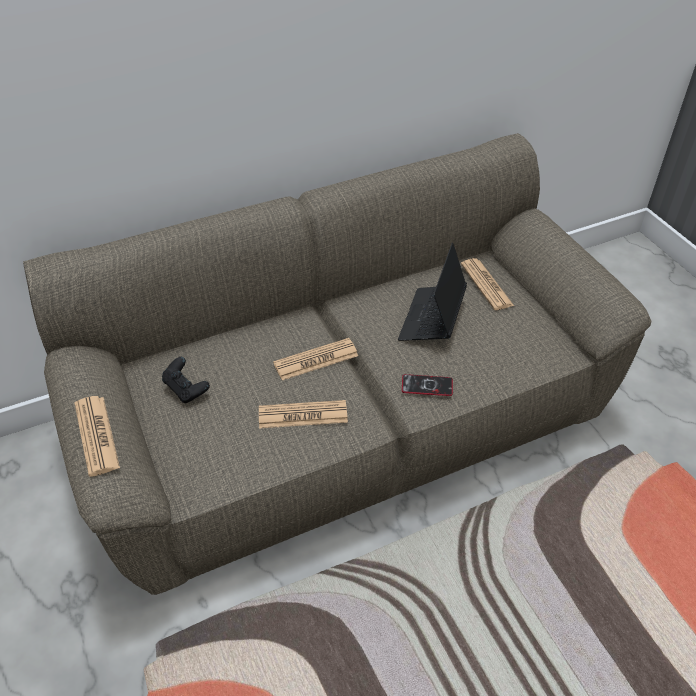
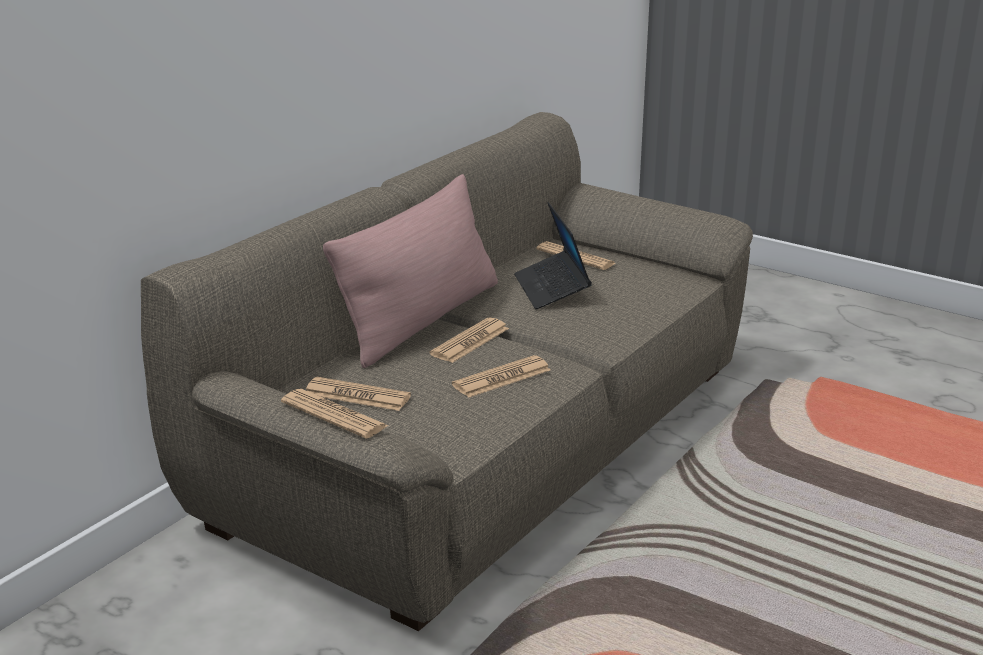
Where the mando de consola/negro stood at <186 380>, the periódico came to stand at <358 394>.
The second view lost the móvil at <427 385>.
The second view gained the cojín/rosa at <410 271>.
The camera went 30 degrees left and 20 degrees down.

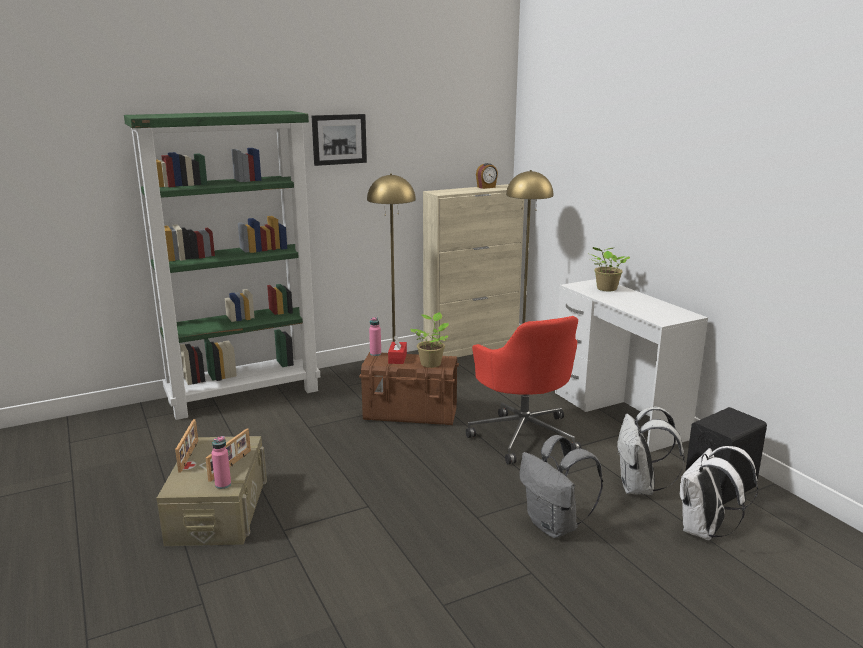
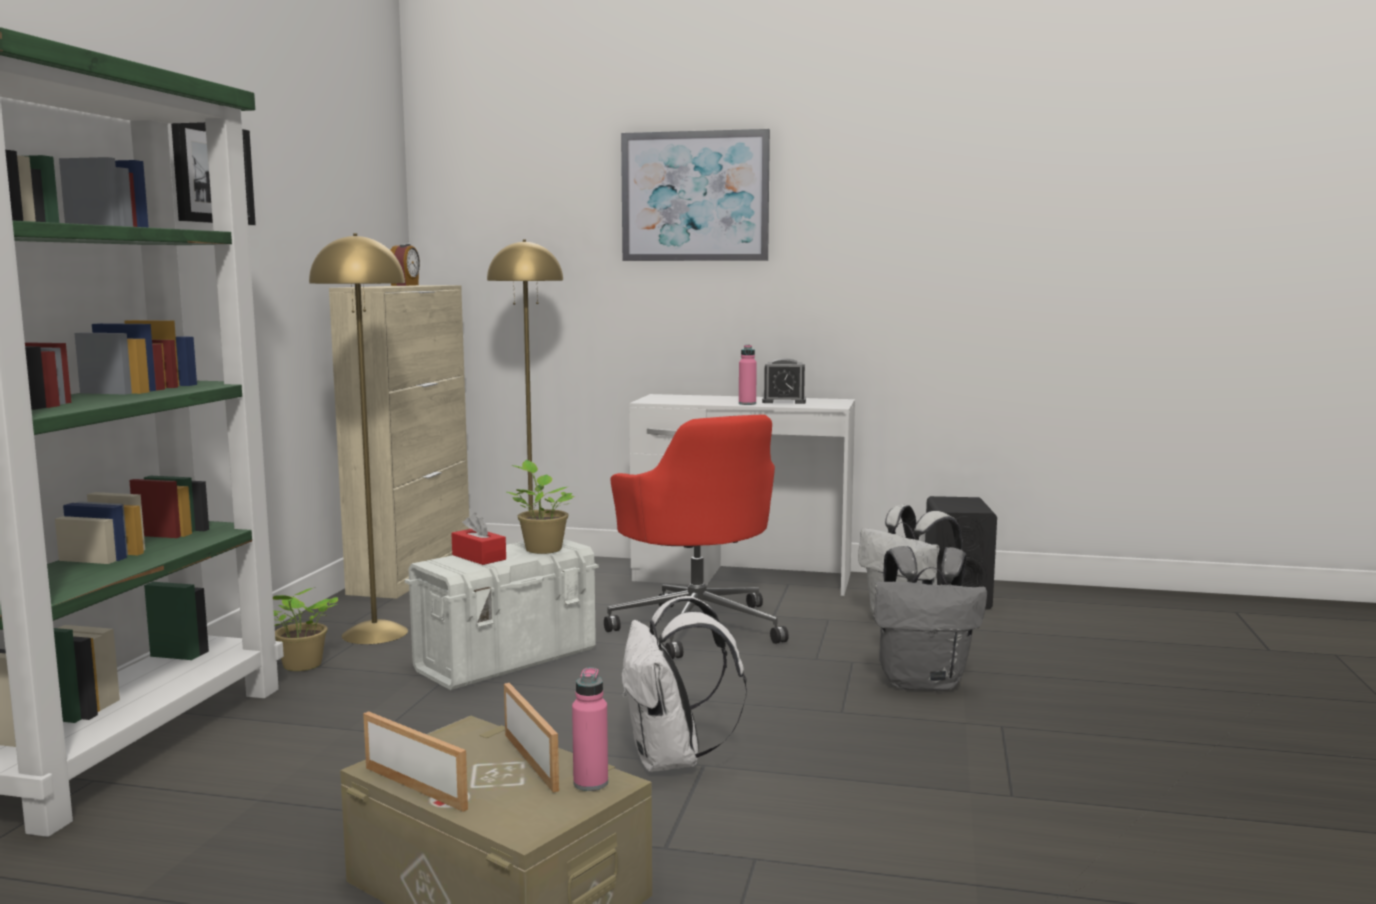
The planta en maceta ended up elsewhere, having gone from <608 269> to <305 629>.
The silla de oficina/rojo at <524 390> ended up facing another way, 45 degrees clockwise from before.
The botella/rosa ended up elsewhere, having gone from <375 336> to <748 375>.
What was the caja de almacenaje/marrón at <409 388> turned into the caja de almacenaje/blanco at <502 614>.
The mochila/blanco ended up elsewhere, having gone from <719 493> to <684 684>.
The second view gained the cuadro at <695 195>.
The second view gained the despertador at <784 381>.
The camera went 50 degrees left and 10 degrees down.

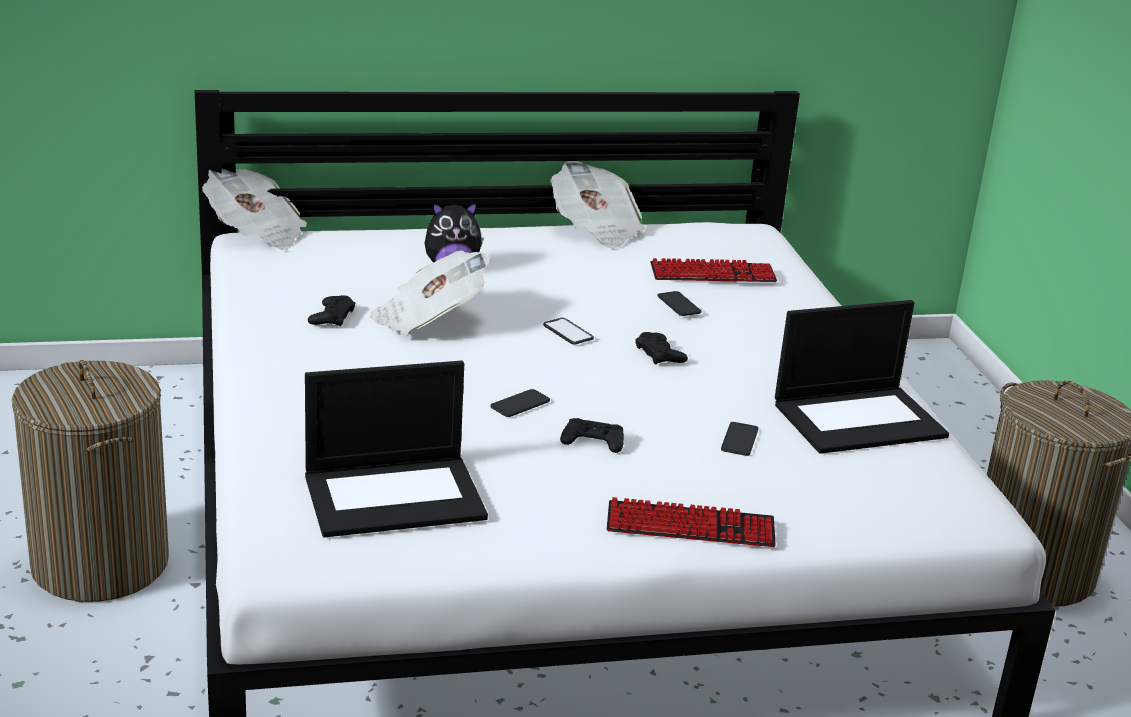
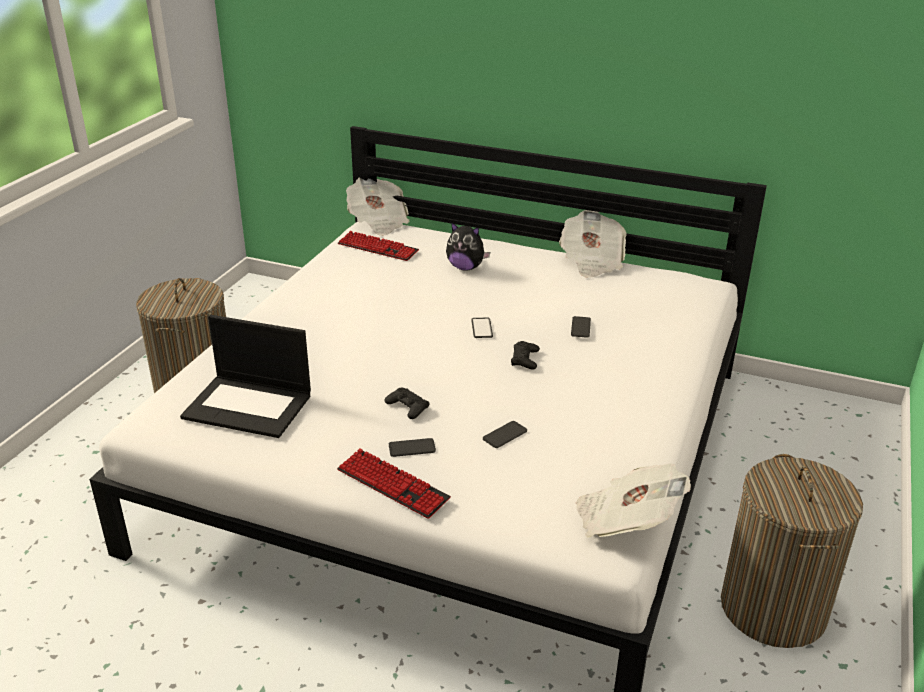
The periódico ended up elsewhere, having gone from <430 292> to <633 500>.
The teclado ended up elsewhere, having gone from <713 270> to <378 246>.
The second view lost the mando de consola/negro at <331 311>.
The second view lost the portátil at <862 377>.
The móvil ended up elsewhere, having gone from <520 403> to <412 447>.
The camera went 35 degrees right and 5 degrees up.

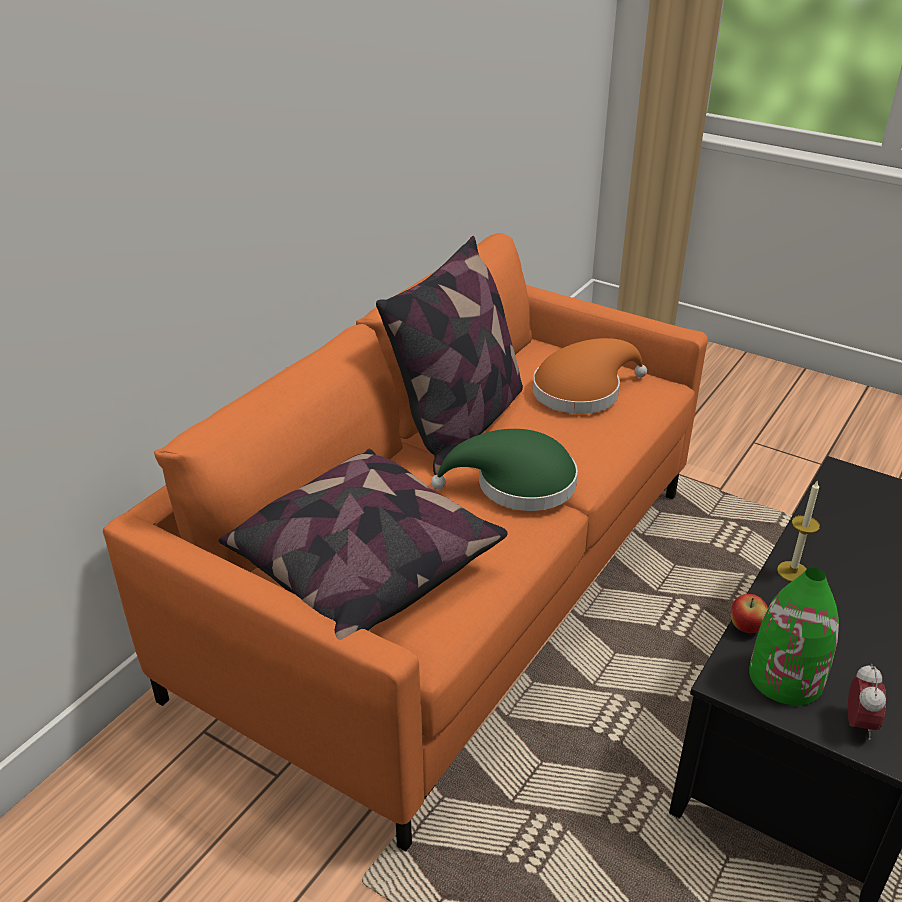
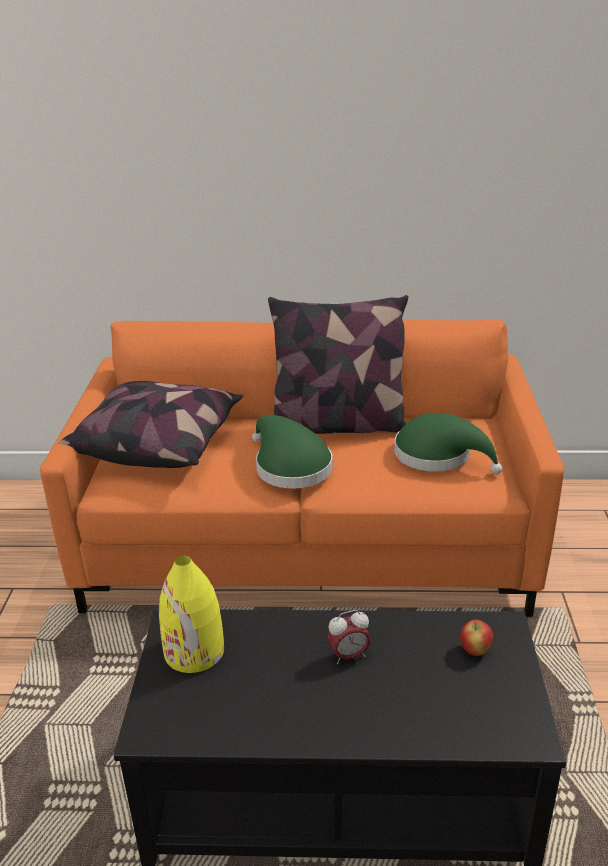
What was the sombrero/naranja at <589 376> turned into the sombrero/verde at <448 443>.
The second view lost the vela at <798 531>.
What was the florero/verde at <794 636> turned into the florero/amarillo at <191 614>.
The manzana ended up elsewhere, having gone from <749 613> to <476 638>.
The despertador ended up elsewhere, having gone from <867 702> to <349 637>.
The camera went 60 degrees right and 5 degrees down.

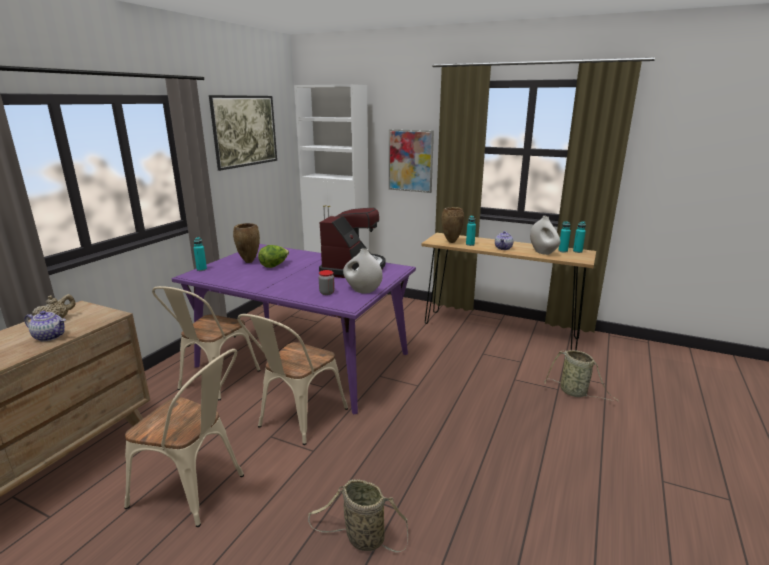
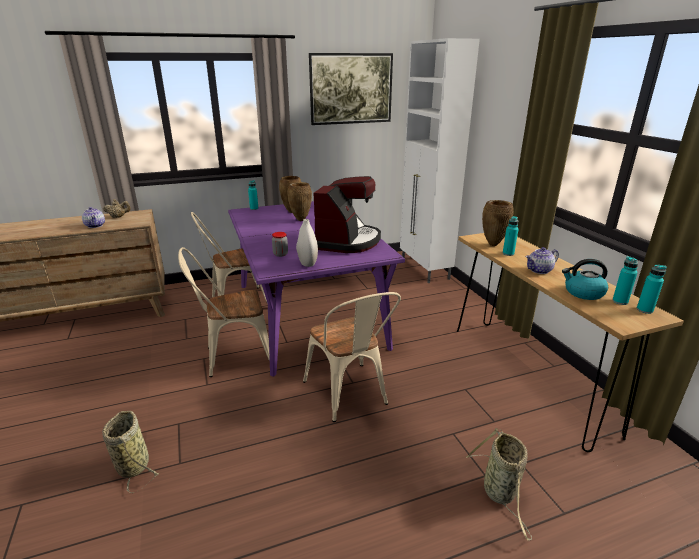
The second view lost the cuadro at <411 161>.
The cafetera at <352 243> ended up facing another way, 45 degrees counterclockwise from before.
Where the florero/blanco stood at <545 235>, the hervidor came to stand at <585 279>.
Where the lechuga stood at <273 256>, the florero/marrón came to stand at <299 201>.
The silla/beis ended up elsewhere, having gone from <184 438> to <352 357>.
The camera went 45 degrees right and 5 degrees up.

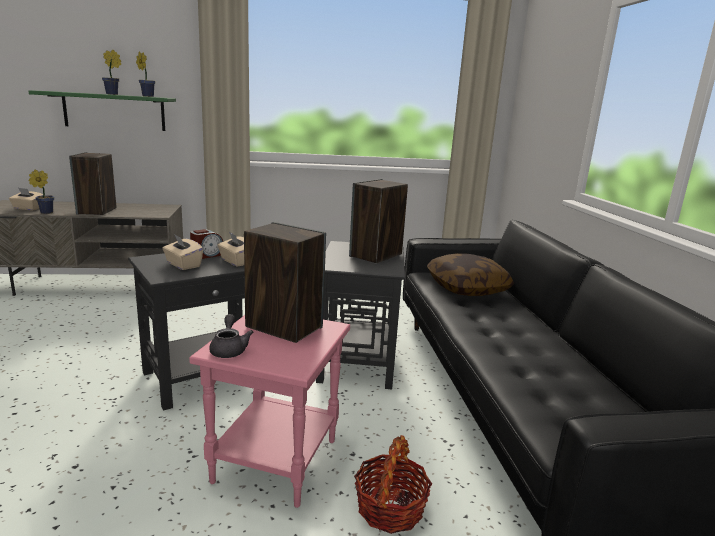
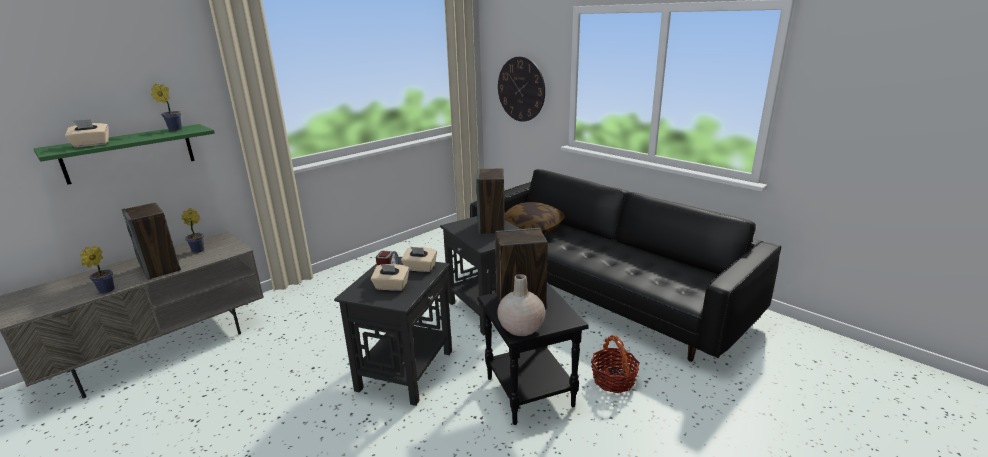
The planta en maceta ended up elsewhere, having gone from <112 72> to <193 230>.
The caja de pañuelos/beis ended up elsewhere, having gone from <26 199> to <87 133>.
Where the tetera/gris stood at <231 336>, the florero/beis came to stand at <521 305>.
What was the mesa auxiliar/rosa at <269 411> turned into the mesa auxiliar/negro at <533 354>.
The second view gained the reloj de pared at <521 89>.
The camera went 35 degrees left and 5 degrees up.

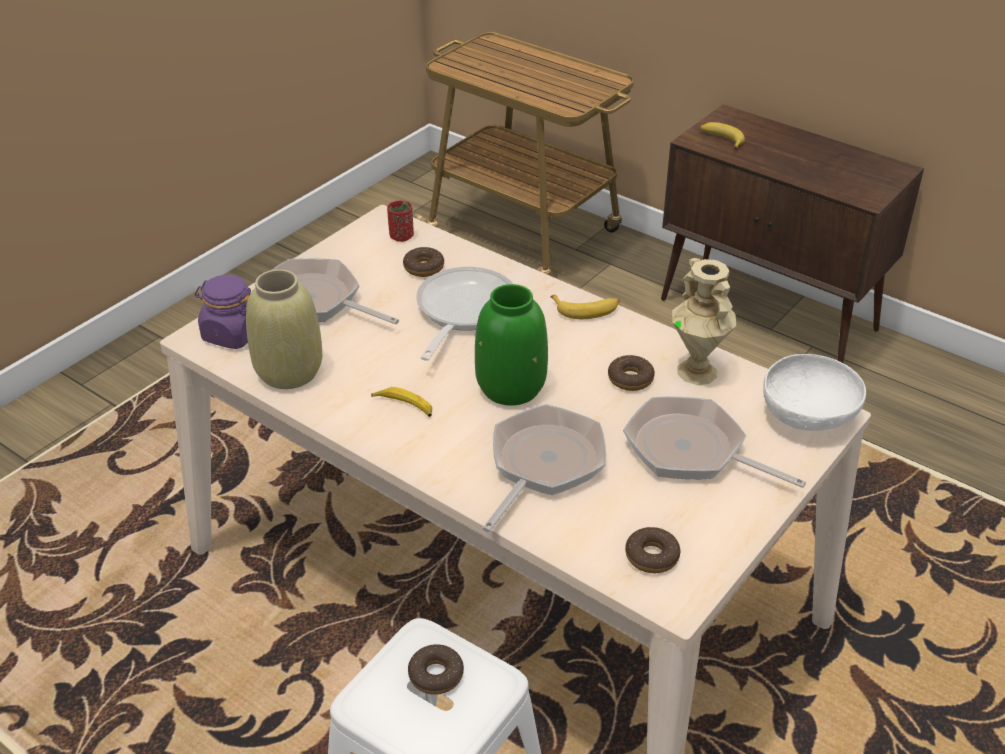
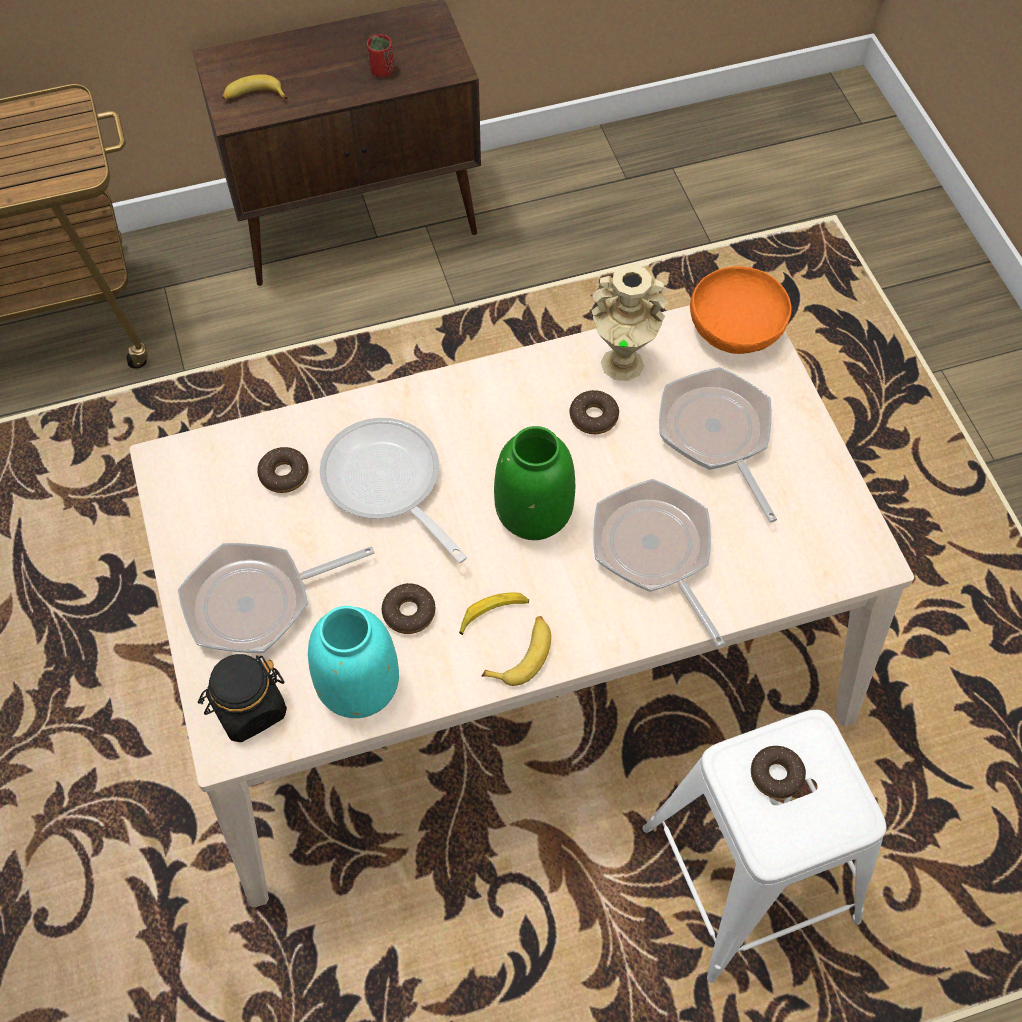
The taza/rojo ended up elsewhere, having gone from <400 221> to <380 55>.
What was the florero/beis at <284 329> turned into the florero/turquesa at <353 662>.
What was the tarro/morado at <223 312> turned into the tarro/negro at <242 698>.
The plátano ended up elsewhere, having gone from <585 307> to <516 651>.
What was the cuenco/blanco at <814 392> turned into the cuenco/naranja at <741 310>.
The sartén at <714 442> ended up facing another way, 90 degrees clockwise from before.
The rosquilla ended up elsewhere, having gone from <653 550> to <408 608>.
The camera went 55 degrees left and 20 degrees up.

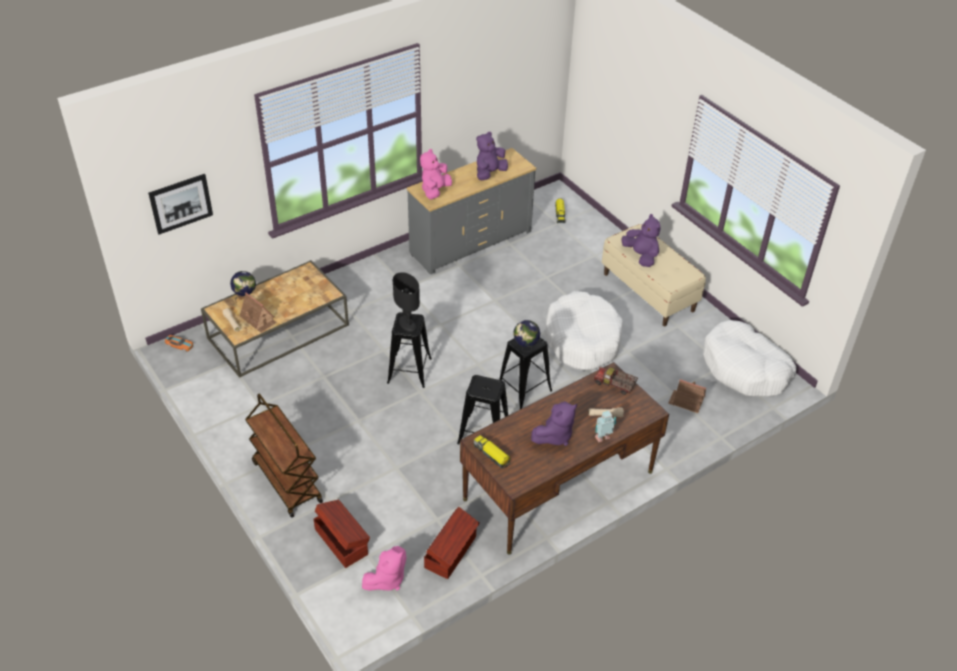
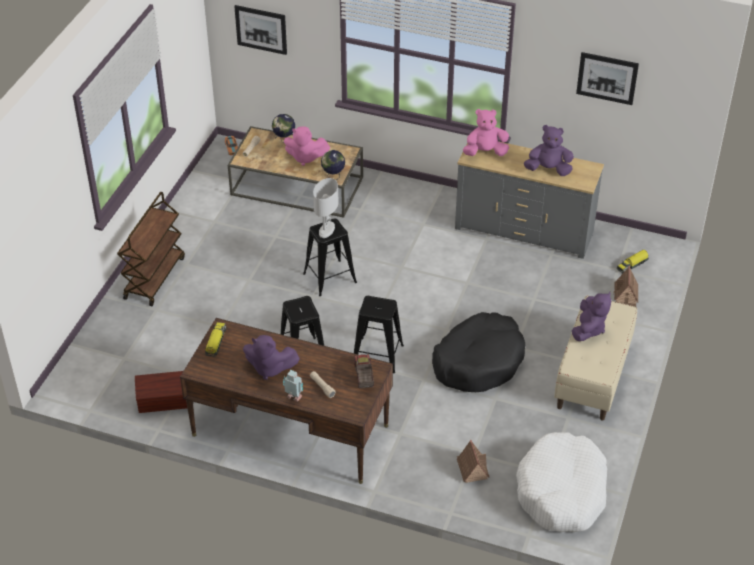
What was the lámpara de mesa/negro at <406 302> turned into the lámpara de mesa/blanco at <325 208>.
What was the cama para perro/blanco at <583 330> turned into the cama para perro/negro at <479 352>.
The casita ended up elsewhere, having gone from <258 312> to <625 286>.
The globo terráqueo ended up elsewhere, having gone from <526 336> to <333 165>.
The second view lost the caja de almacenaje/marrón at <342 534>.
The peluche/rosa ended up elsewhere, having gone from <384 568> to <307 146>.
The second view gained the cuadro at <607 78>.
The camera went 55 degrees right and 0 degrees up.

